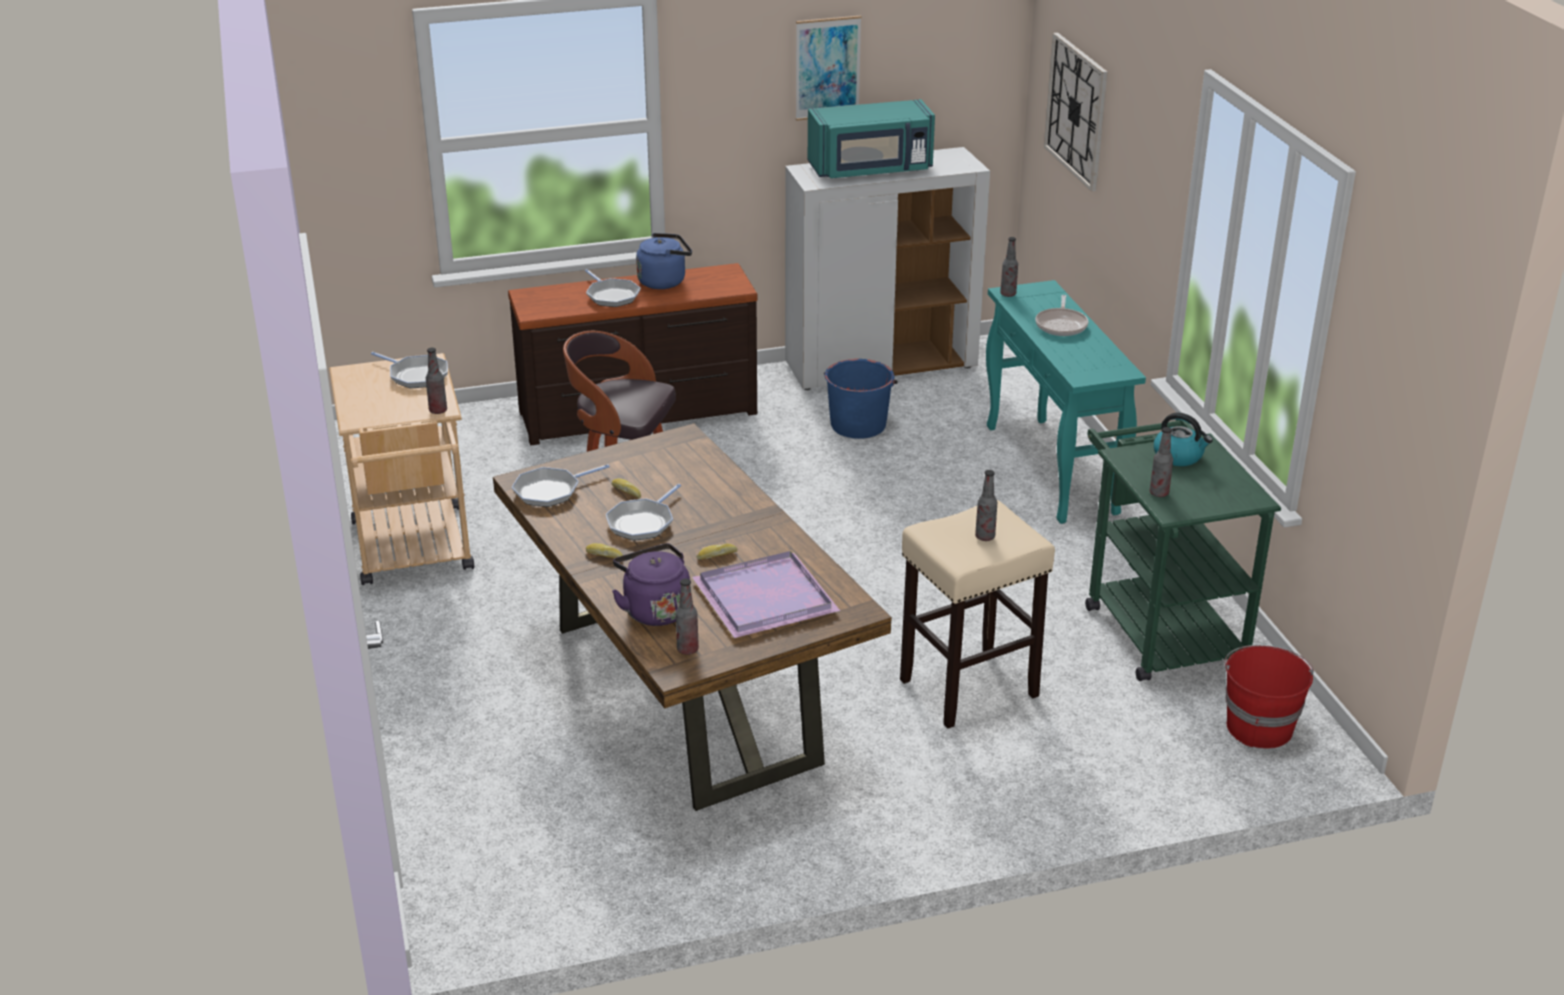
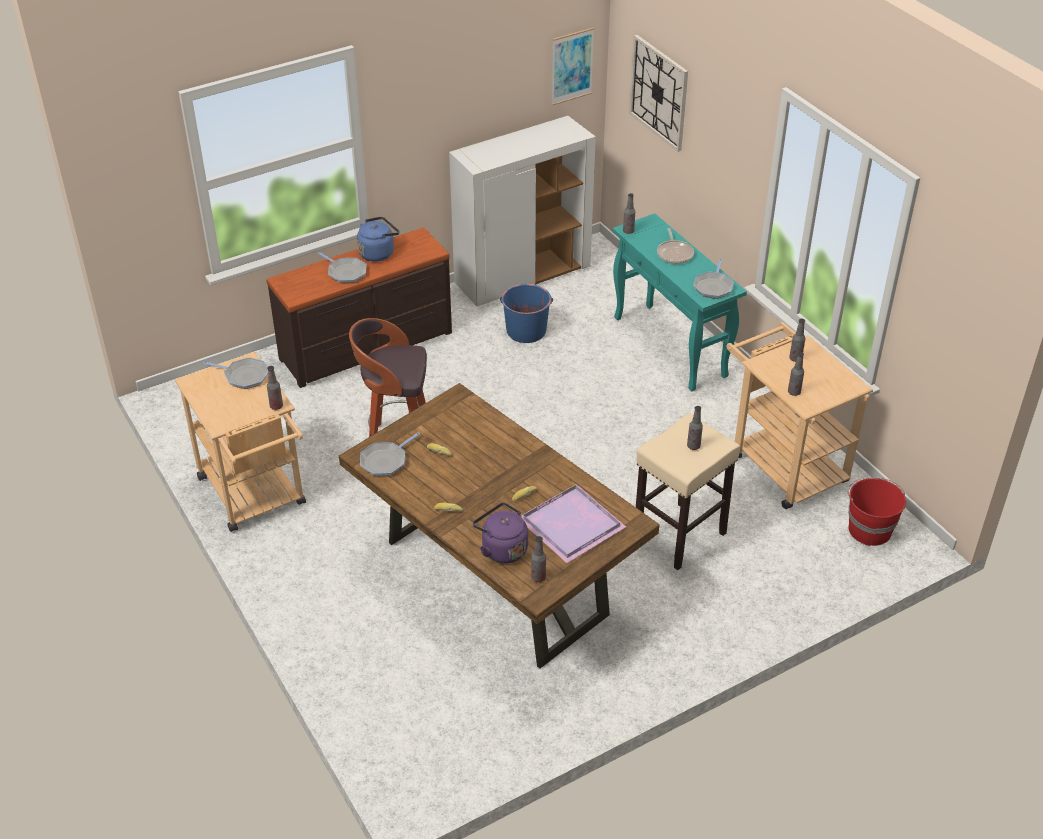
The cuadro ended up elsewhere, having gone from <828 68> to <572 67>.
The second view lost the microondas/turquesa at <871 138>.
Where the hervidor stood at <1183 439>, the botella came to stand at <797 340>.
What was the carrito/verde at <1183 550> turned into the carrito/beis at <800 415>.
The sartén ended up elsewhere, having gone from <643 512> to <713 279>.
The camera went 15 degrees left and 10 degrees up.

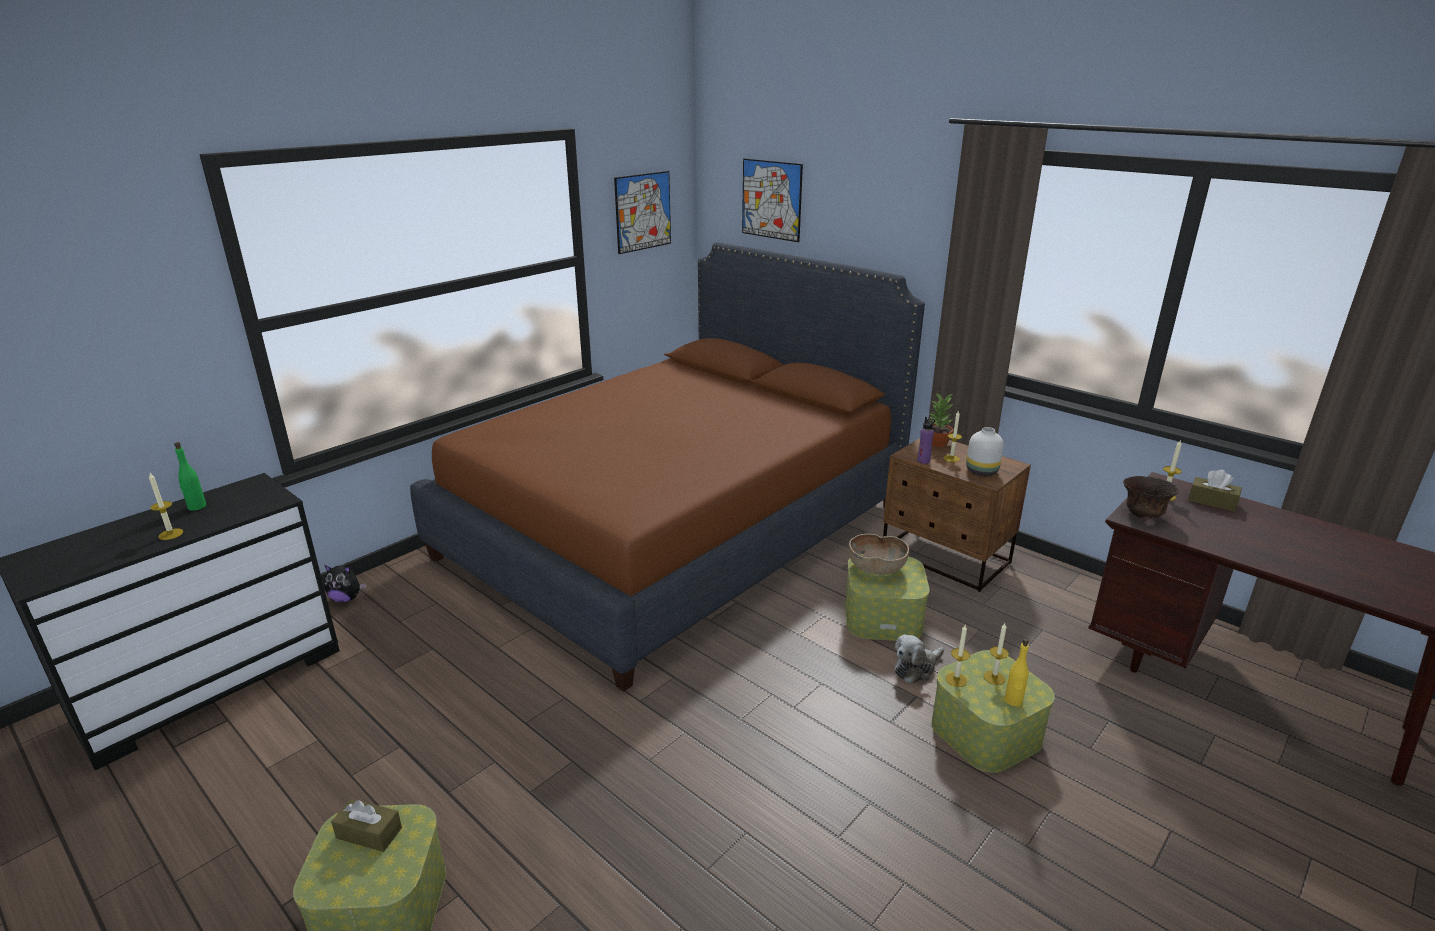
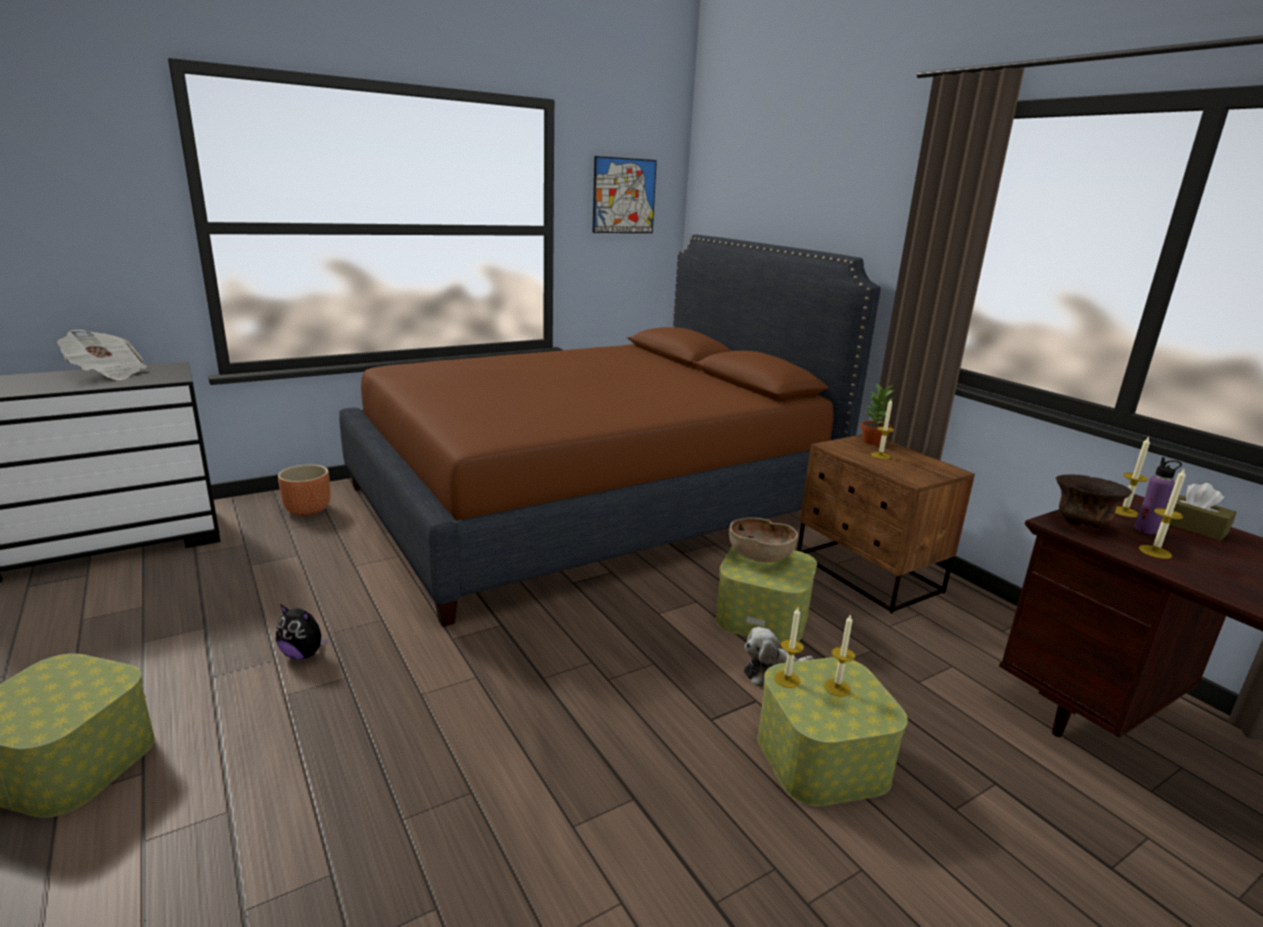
The second view lost the cuadro at <772 200>.
The botella/morado ended up elsewhere, having gone from <926 440> to <1158 495>.
The second view lost the florero/blanco at <985 451>.
Where the botella/verde stood at <190 476>, the periódico came to stand at <102 355>.
The vela ended up elsewhere, having gone from <166 506> to <1162 514>.
The peluche ended up elsewhere, having gone from <345 583> to <303 631>.
The second view lost the botella/amarillo at <1017 672>.
The second view lost the caja de pañuelos/marrón at <366 825>.
The second view gained the maceta/marrón at <304 490>.
The camera went 15 degrees right and 5 degrees down.

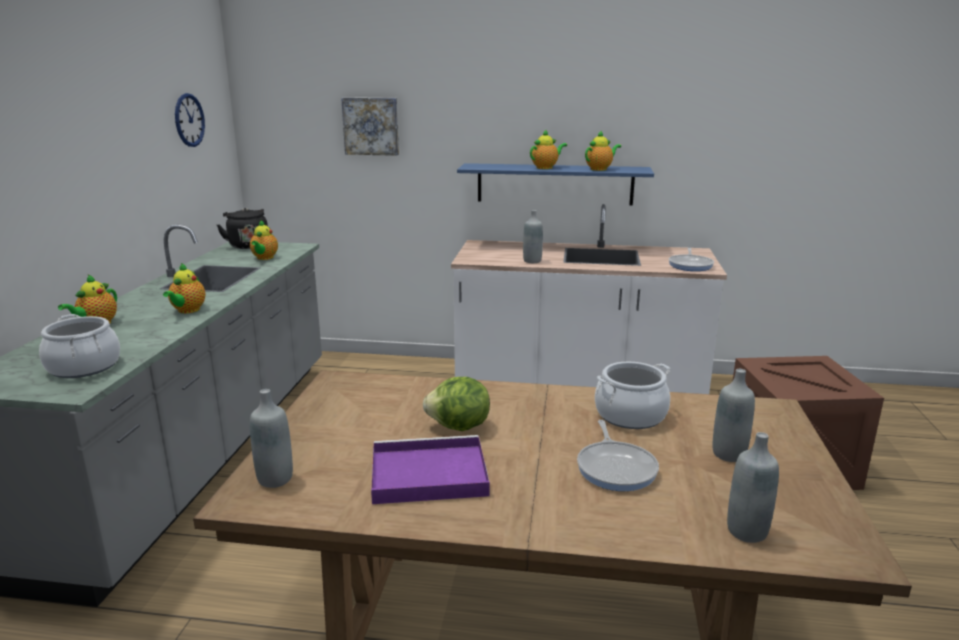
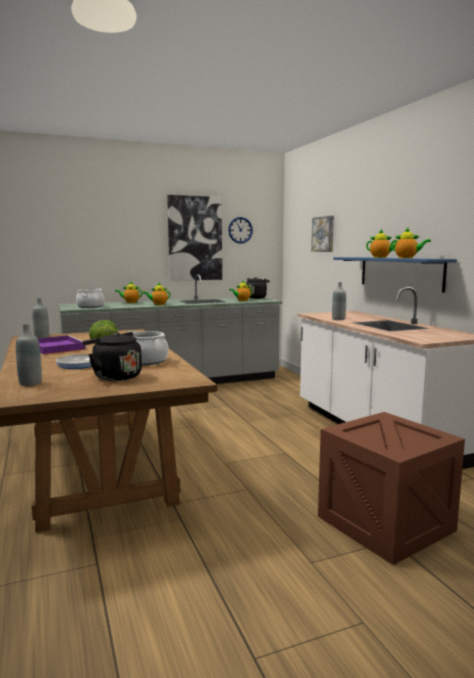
The second view lost the sartén at <691 259>.
Where the botella/gris stood at <734 415>, the hervidor/negro came to stand at <112 356>.
The second view gained the cuadro at <194 238>.
The camera went 60 degrees right and 10 degrees down.

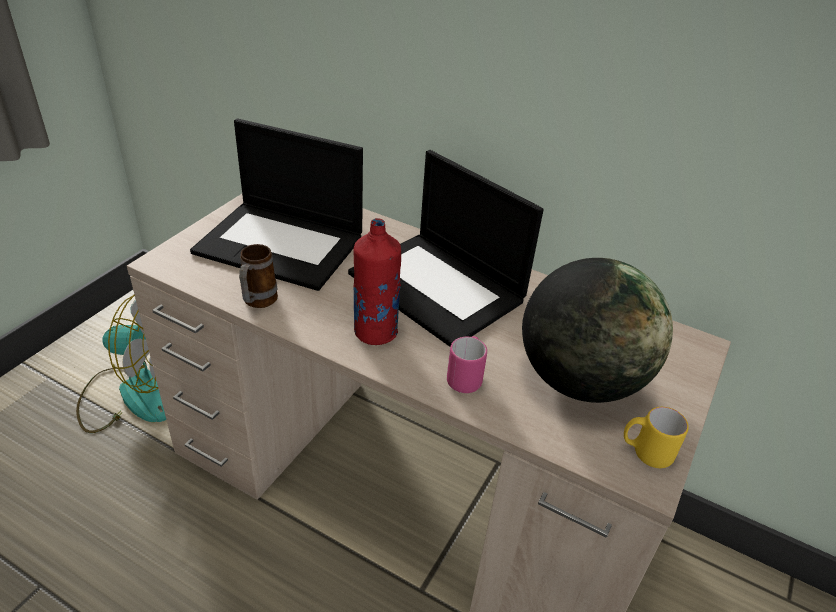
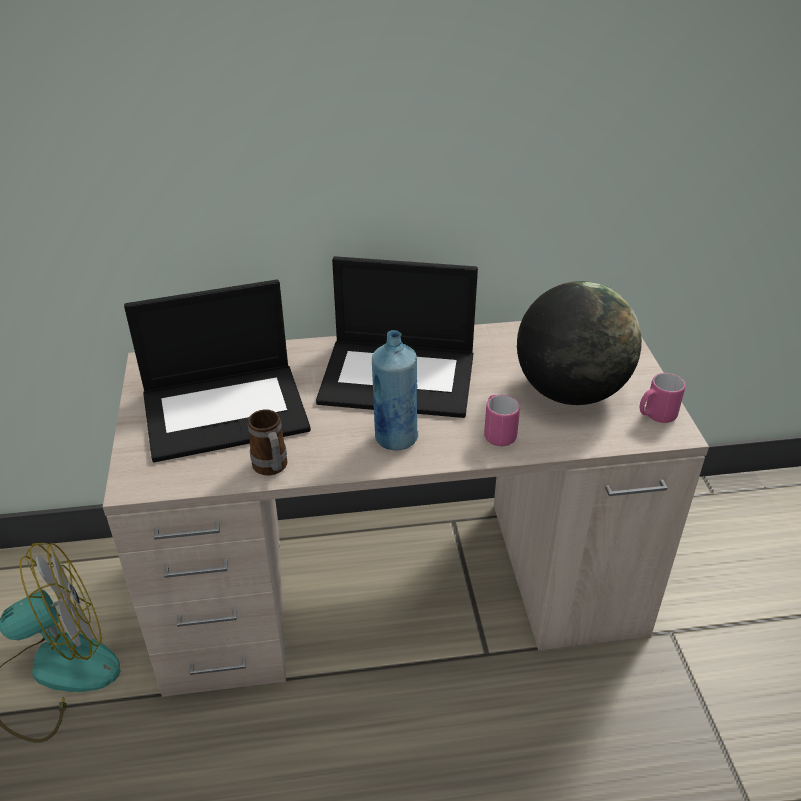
What was the botella/rojo at <377 281> turned into the botella/azul at <395 390>.
What was the taza grande/amarillo at <656 437> turned into the taza grande/rosa at <662 398>.
The camera went 35 degrees left and 0 degrees up.

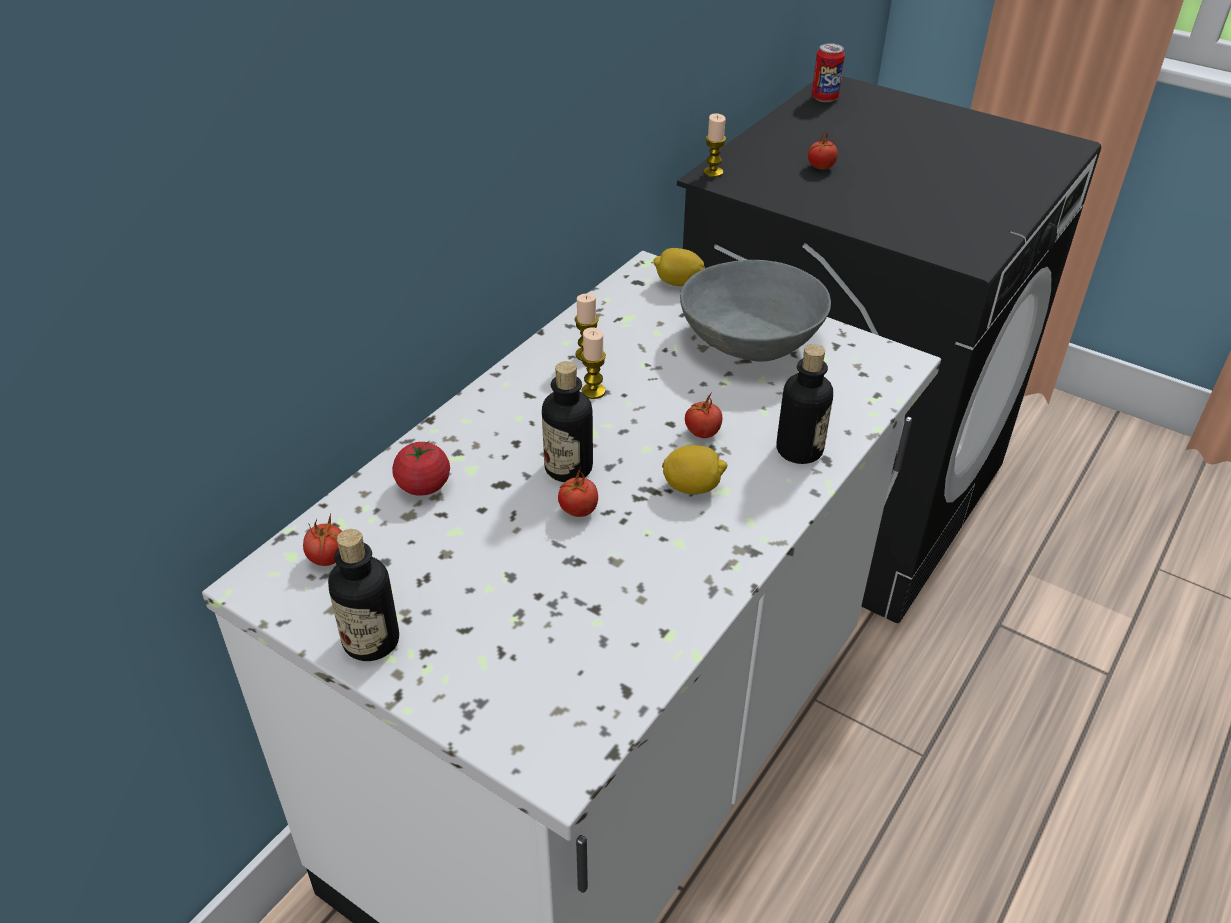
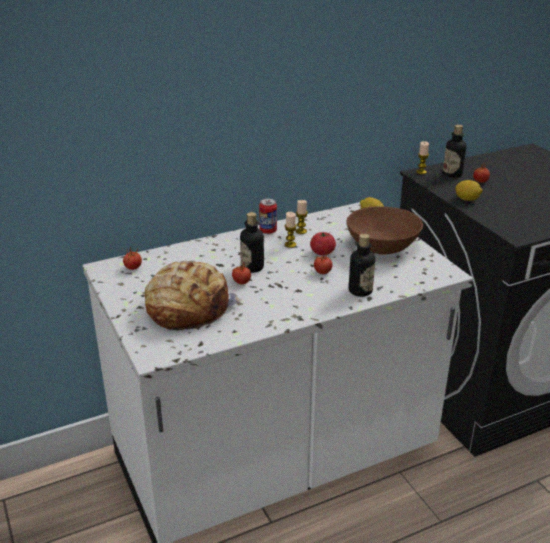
The lata ended up elsewhere, having gone from <828 72> to <268 216>.
What was the cuenco/gris at <755 311> turned into the cuenco/marrón at <384 230>.
The tomate ended up elsewhere, having gone from <421 468> to <323 244>.
The limón ended up elsewhere, having gone from <694 470> to <469 190>.
The botella ended up elsewhere, having gone from <363 595> to <454 151>.
The second view gained the pan at <193 296>.
The camera went 30 degrees right and 10 degrees down.

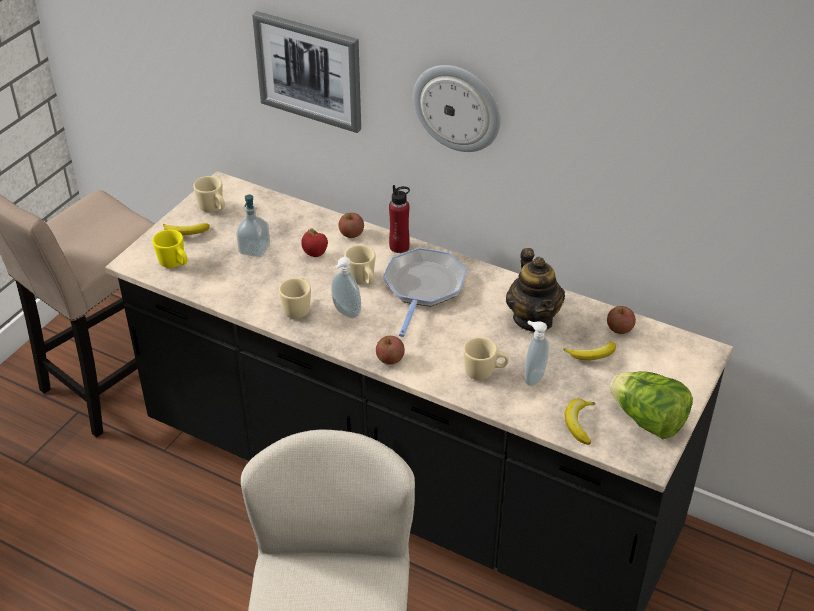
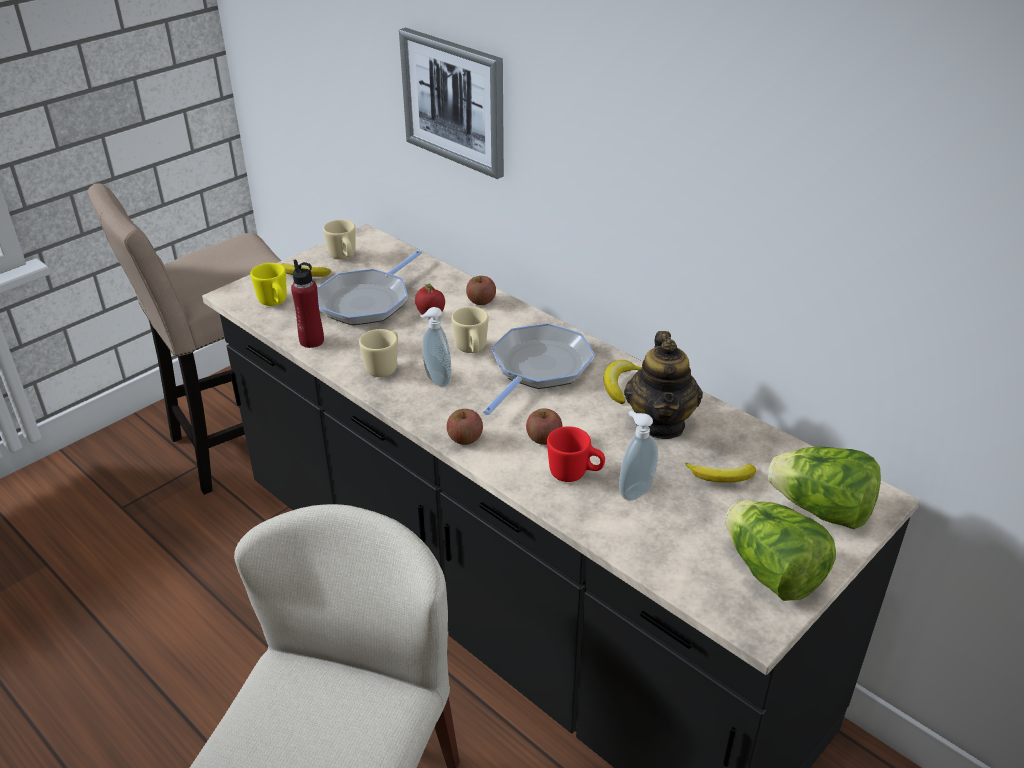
The second view lost the reloj de pared at <457 108>.
The botella/rojo ended up elsewhere, having gone from <399 219> to <307 303>.
Where the dispensador de jabón stood at <253 225>, the sartén came to stand at <369 287>.
The manzana ended up elsewhere, having gone from <621 320> to <544 426>.
What was the taza grande/beis at <486 358> turned into the taza grande/rojo at <576 454>.
The plátano ended up elsewhere, having gone from <580 421> to <622 382>.
The second view gained the lechuga at <824 488>.
The camera went 15 degrees right and 5 degrees down.

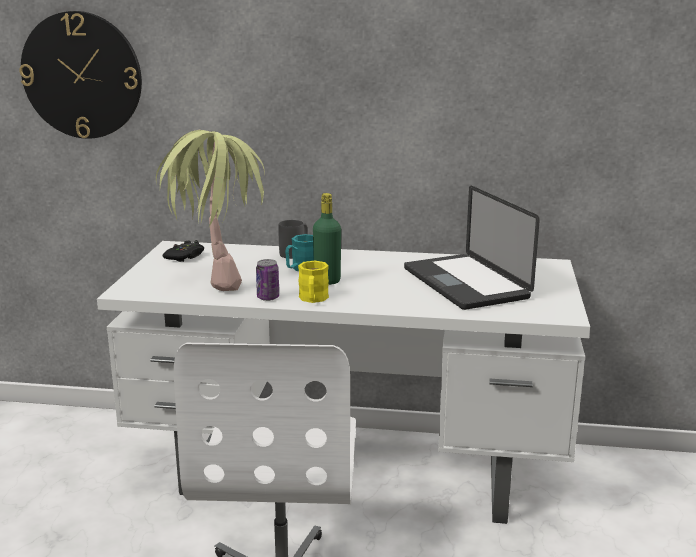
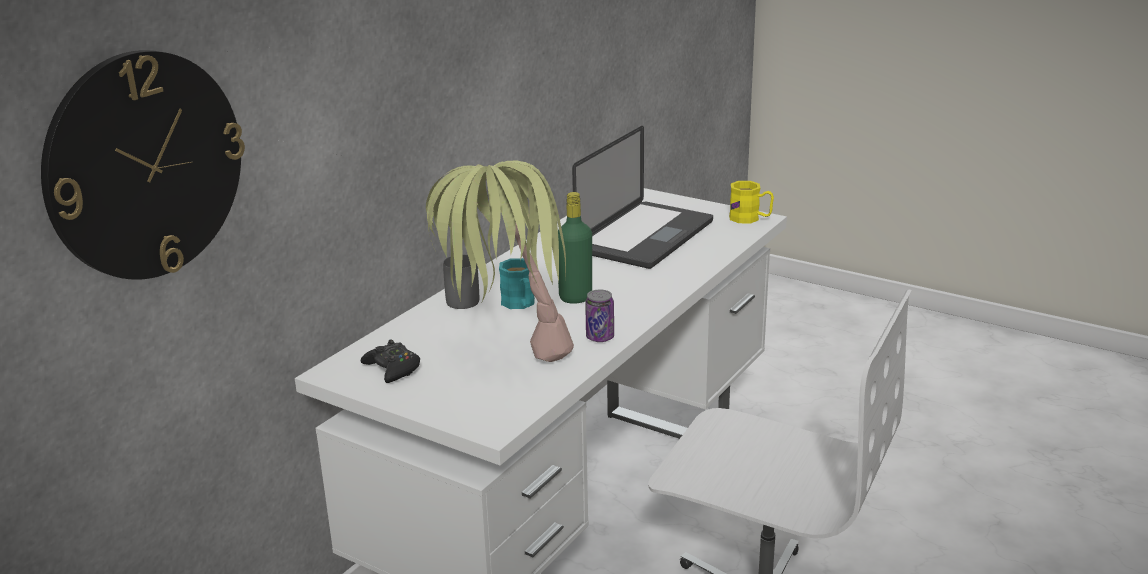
The portátil at <472 248> ended up facing another way, 60 degrees counterclockwise from before.
The taza grande/amarillo ended up elsewhere, having gone from <313 282> to <751 202>.
The camera went 65 degrees left and 5 degrees up.

